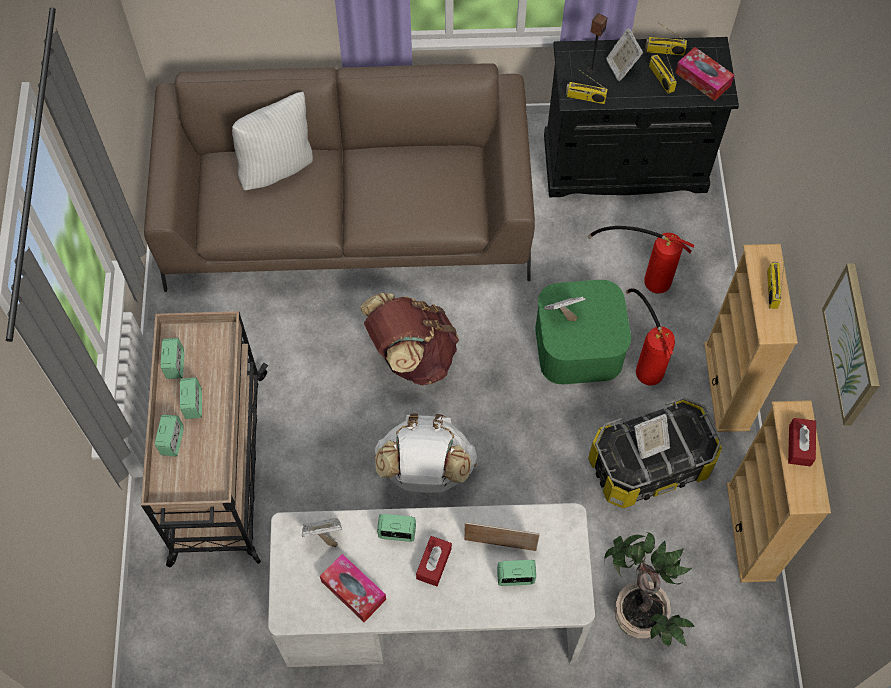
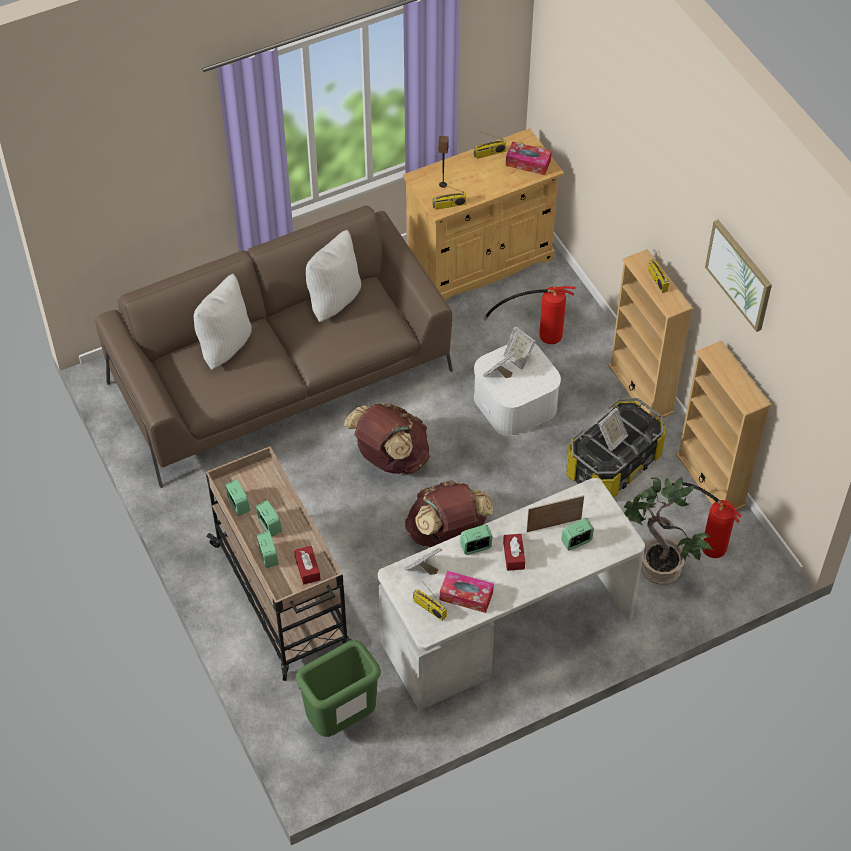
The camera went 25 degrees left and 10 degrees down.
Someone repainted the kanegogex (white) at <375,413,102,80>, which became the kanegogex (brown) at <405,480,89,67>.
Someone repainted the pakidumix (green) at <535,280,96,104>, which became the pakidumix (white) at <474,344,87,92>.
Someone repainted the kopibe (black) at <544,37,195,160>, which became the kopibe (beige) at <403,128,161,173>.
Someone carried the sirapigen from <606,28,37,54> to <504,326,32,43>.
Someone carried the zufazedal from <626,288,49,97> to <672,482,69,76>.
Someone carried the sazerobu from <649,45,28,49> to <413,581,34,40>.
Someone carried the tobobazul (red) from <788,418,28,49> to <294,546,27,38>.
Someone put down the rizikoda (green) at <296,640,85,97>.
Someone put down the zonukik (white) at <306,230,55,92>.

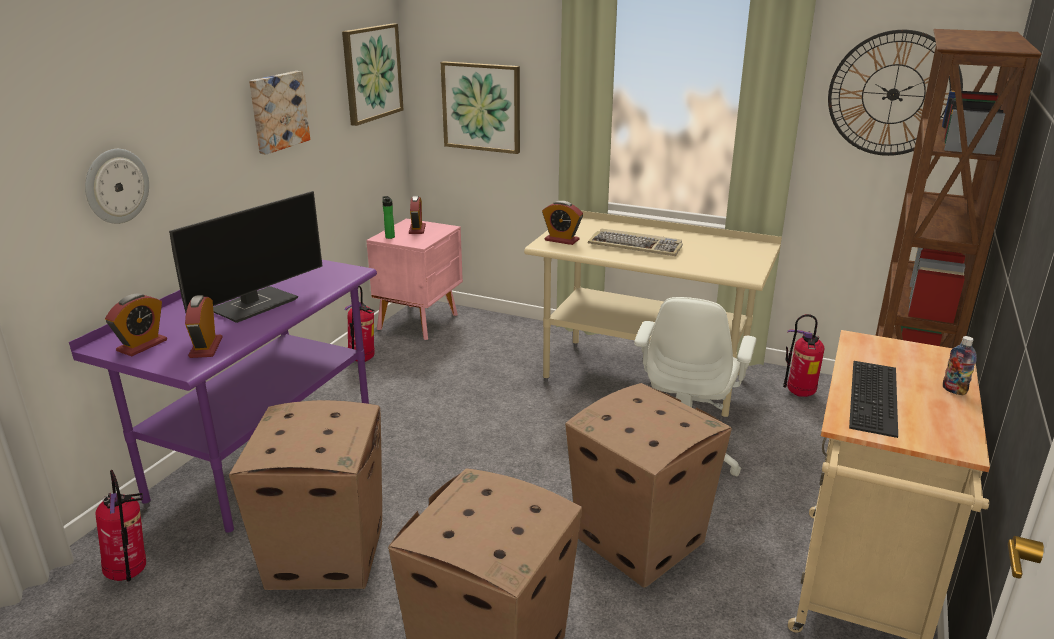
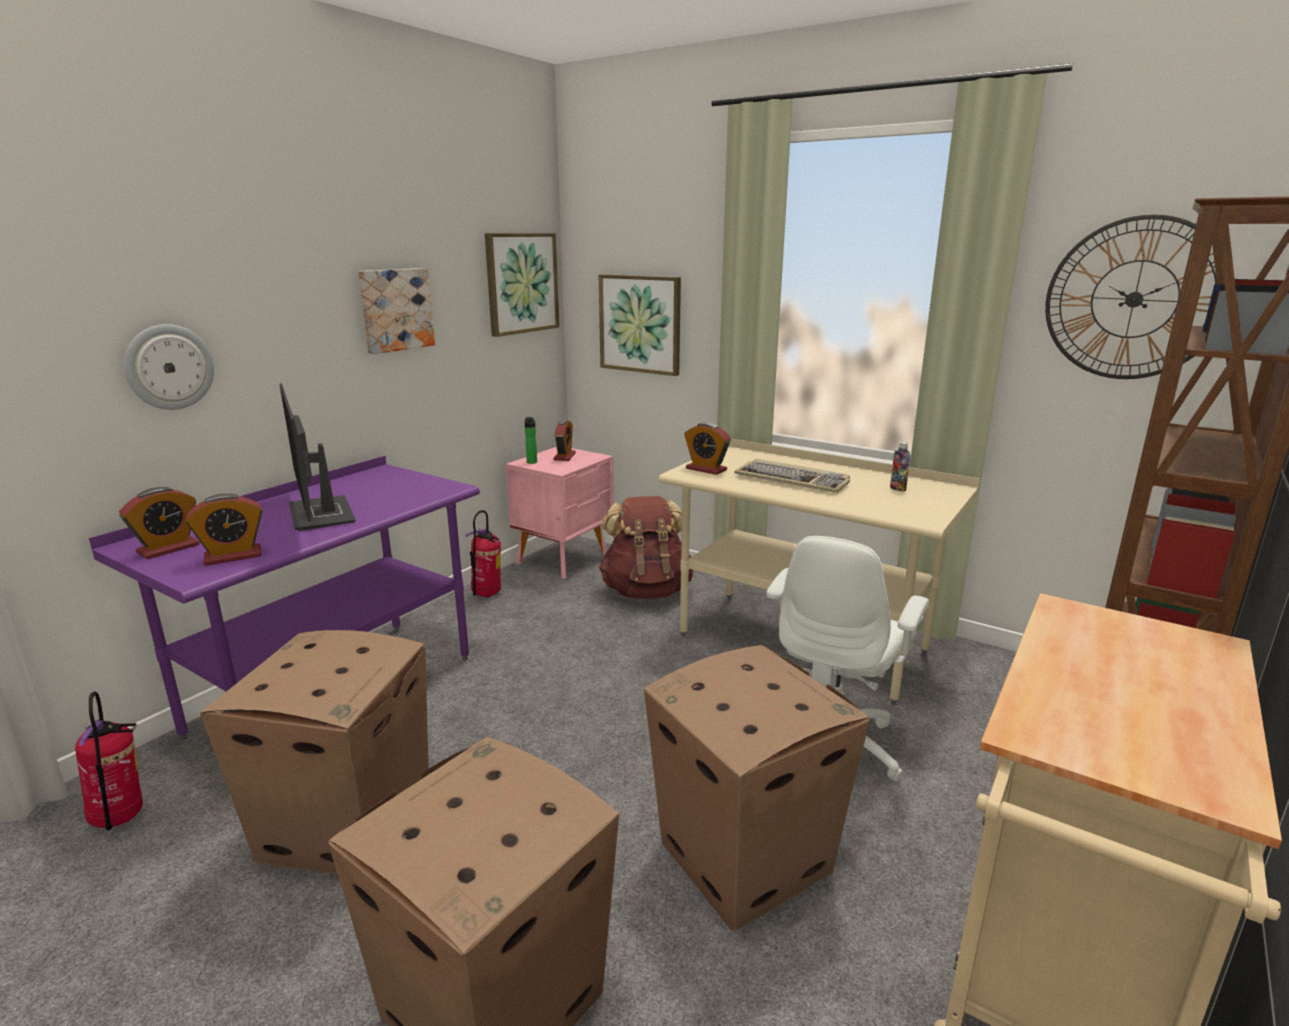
The camera went 10 degrees right and 5 degrees down.
Someone rotated the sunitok at <169,191,153,132> by 105 degrees clockwise.
Someone rotated the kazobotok at <185,295,38,63> by 120 degrees counterclockwise.
Someone took away the zufazedal at <783,314,41,83>.
Someone took away the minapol at <849,361,49,77>.
Someone carried the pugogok from <943,336,34,60> to <890,442,20,49>.
Someone put down the kanegogex (brown) at <599,496,94,103>.

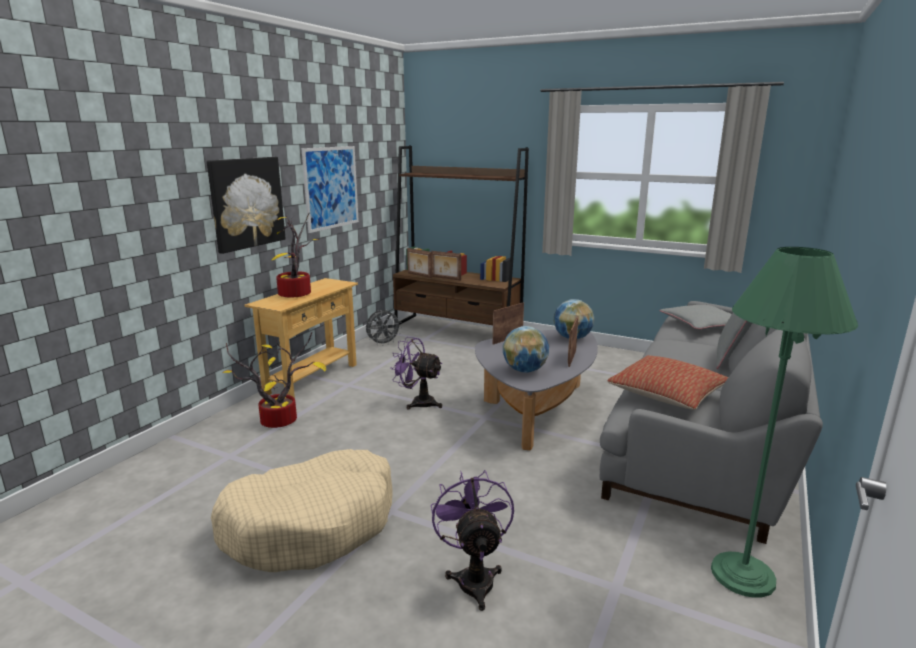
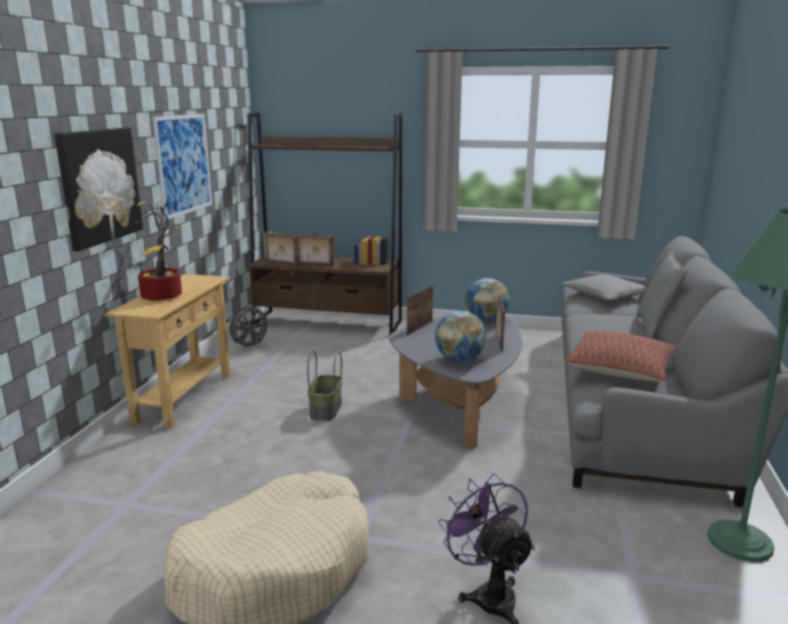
The camera went 15 degrees left and 0 degrees up.
Someone took away the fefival at <222,332,104,96>.
Someone swapped the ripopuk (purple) at <390,337,53,73> for the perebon at <307,350,35,71>.

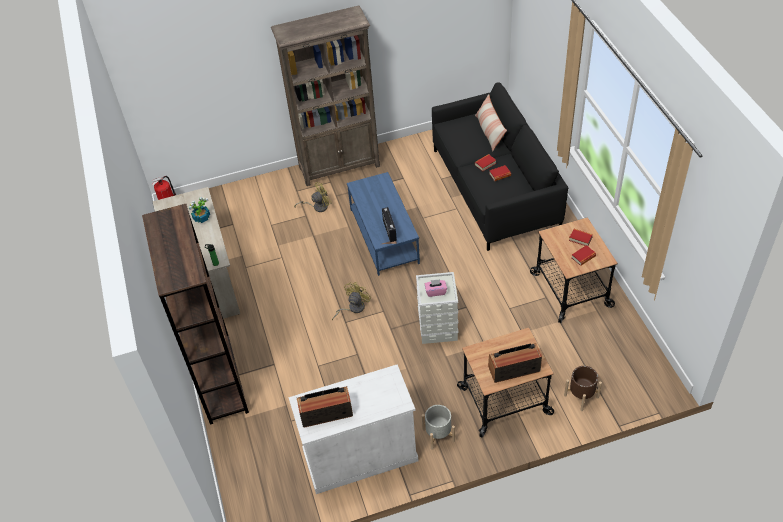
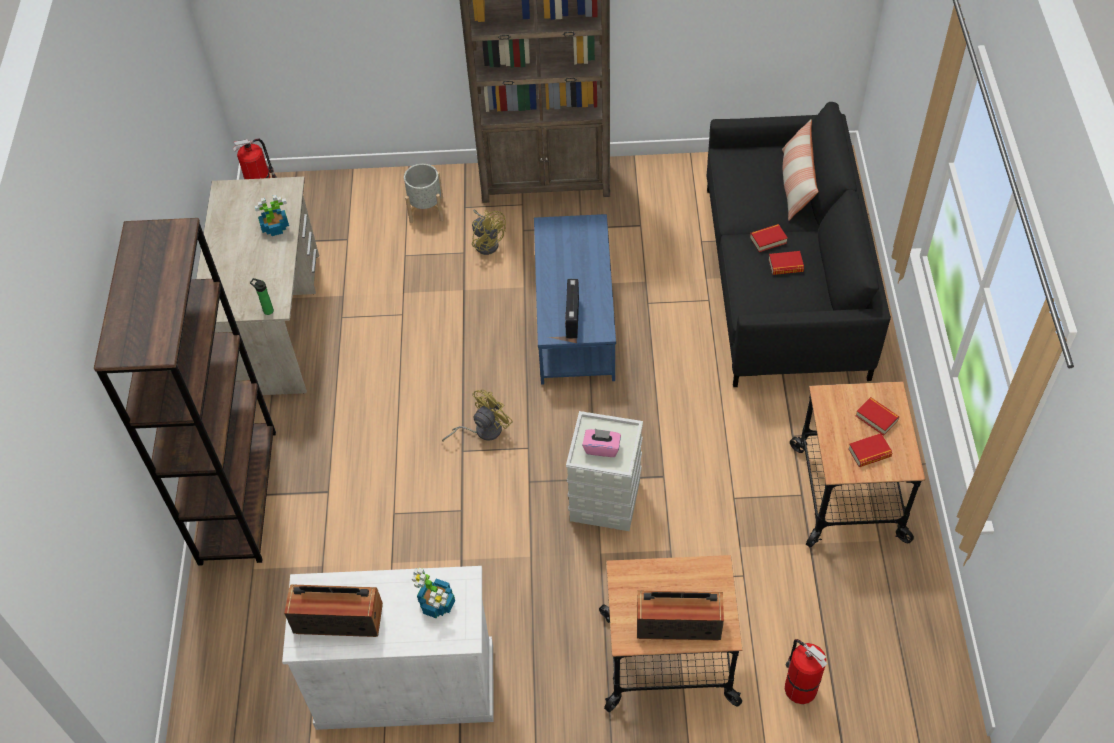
The camera went 15 degrees right and 5 degrees up.
Someone rotated the ripopuk (yellow) at <294,182,38,30> by 60 degrees clockwise.
Someone carried the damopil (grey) from <422,405,33,45> to <404,164,39,59>.
Someone swapped the damopil (brown) at <564,366,38,45> for the zufazedal at <785,639,42,65>.
Someone put down the fefival at <412,567,43,51>.

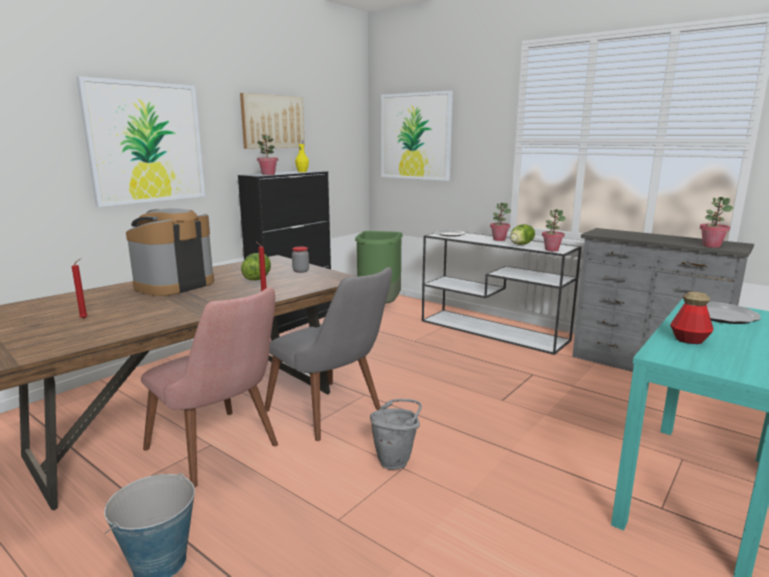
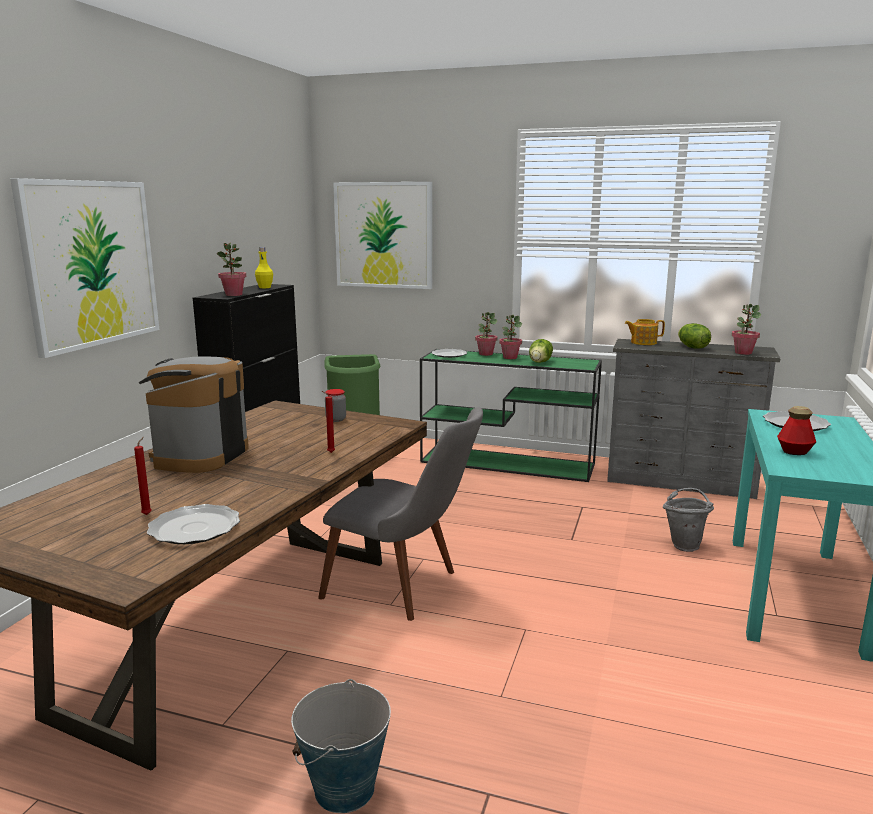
The camera went 20 degrees left and 0 degrees up.
Someone took away the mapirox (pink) at <141,287,137,201>.
Someone took away the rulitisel at <240,93,65,56>.
Someone carried the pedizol from <241,253,30,27> to <678,323,33,26>.
Someone carried the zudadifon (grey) from <370,399,52,71> to <663,488,51,64>.
Someone repainted the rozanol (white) at <422,232,159,123>, which became the rozanol (green) at <420,349,182,133>.
Someone carried the fefival from <542,209,24,42> to <475,312,23,44>.
Someone put down the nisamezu at <147,504,93,40>.
Someone put down the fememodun at <625,319,40,26>.

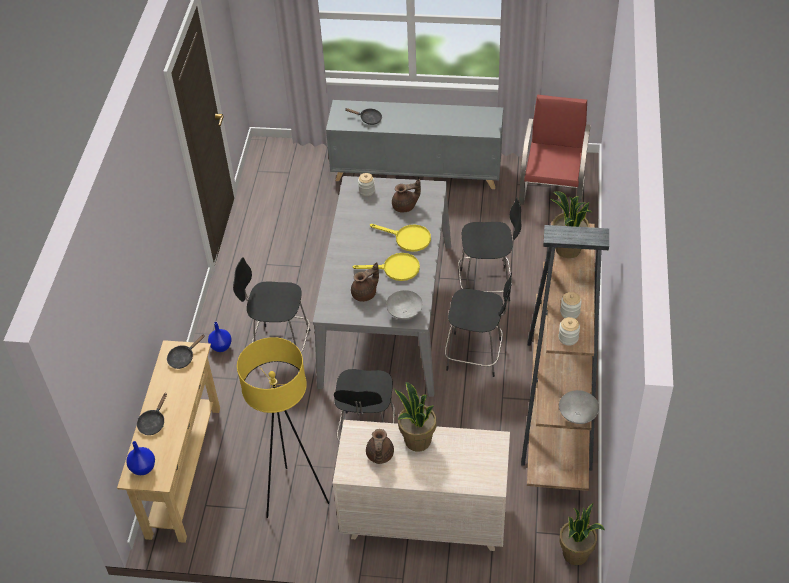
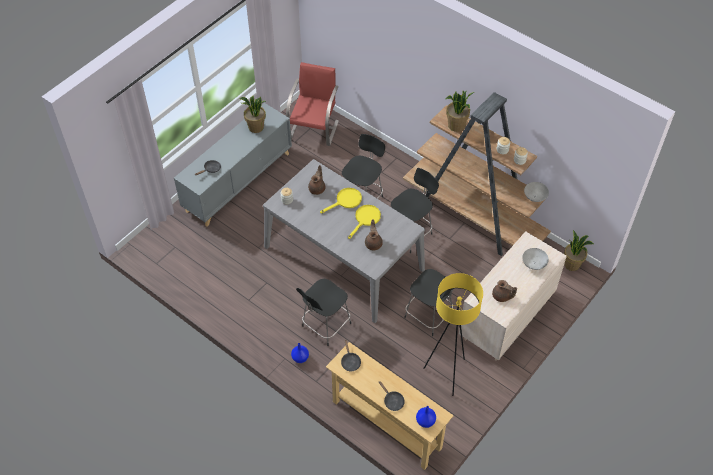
The camera went 60 degrees left and 5 degrees up.
Someone carried the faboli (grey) from <386,290,37,30> to <522,248,27,22>.
Someone carried the fefival from <394,382,42,70> to <239,96,27,37>.
Someone rotated the mapirox (red) at <519,94,72,117> by 60 degrees clockwise.

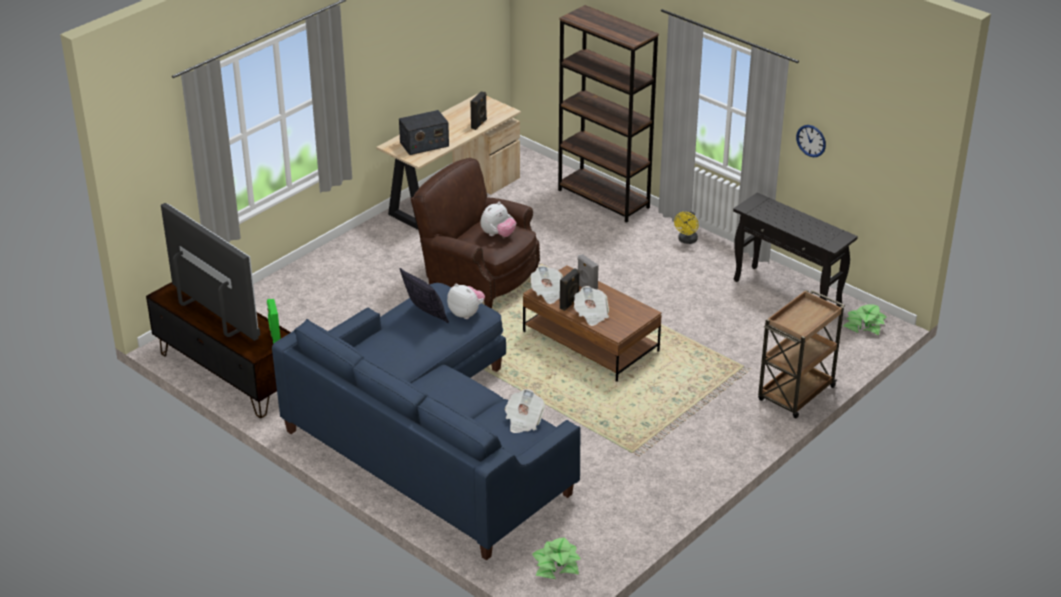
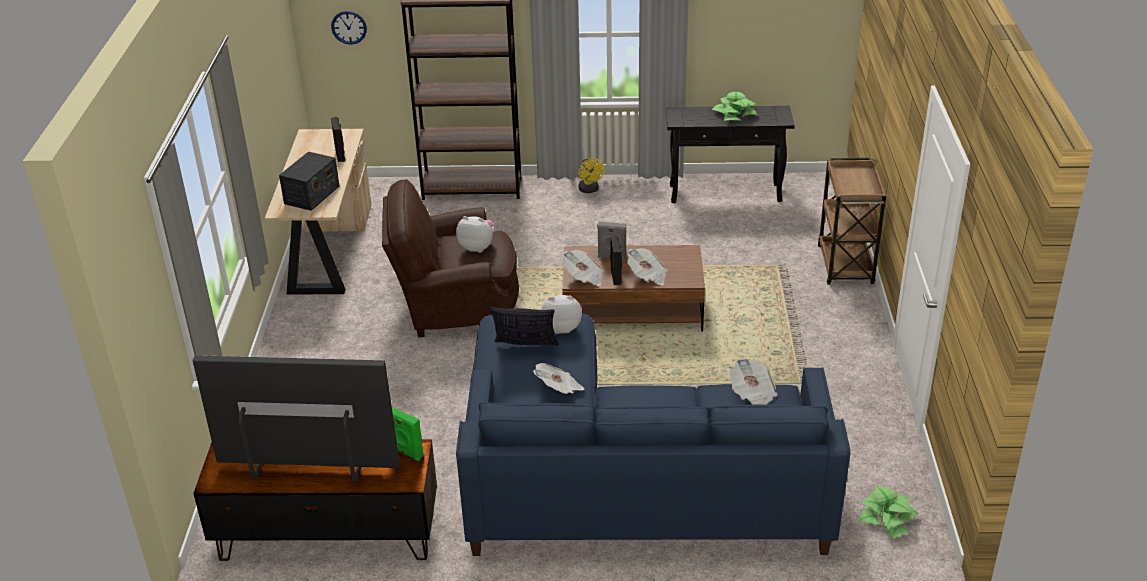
The camera went 40 degrees left and 0 degrees up.
Someone rotated the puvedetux at <480,202,36,35> by 75 degrees counterclockwise.
Someone carried the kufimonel from <796,125,30,32> to <331,11,36,33>.
Someone carried the fefival from <843,304,43,31> to <711,92,47,29>.
Someone put down the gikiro at <533,363,51,31>.

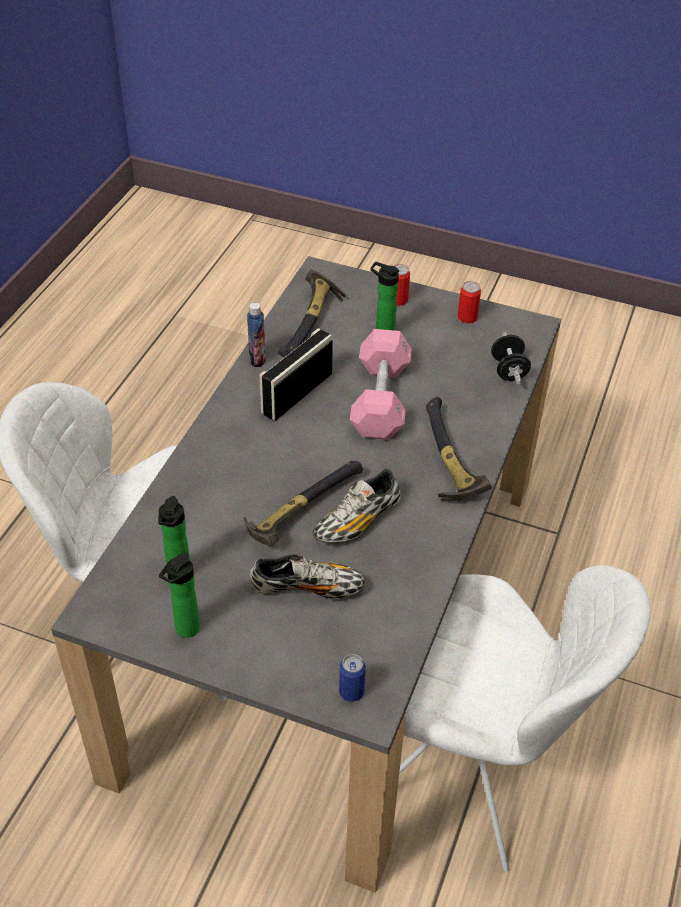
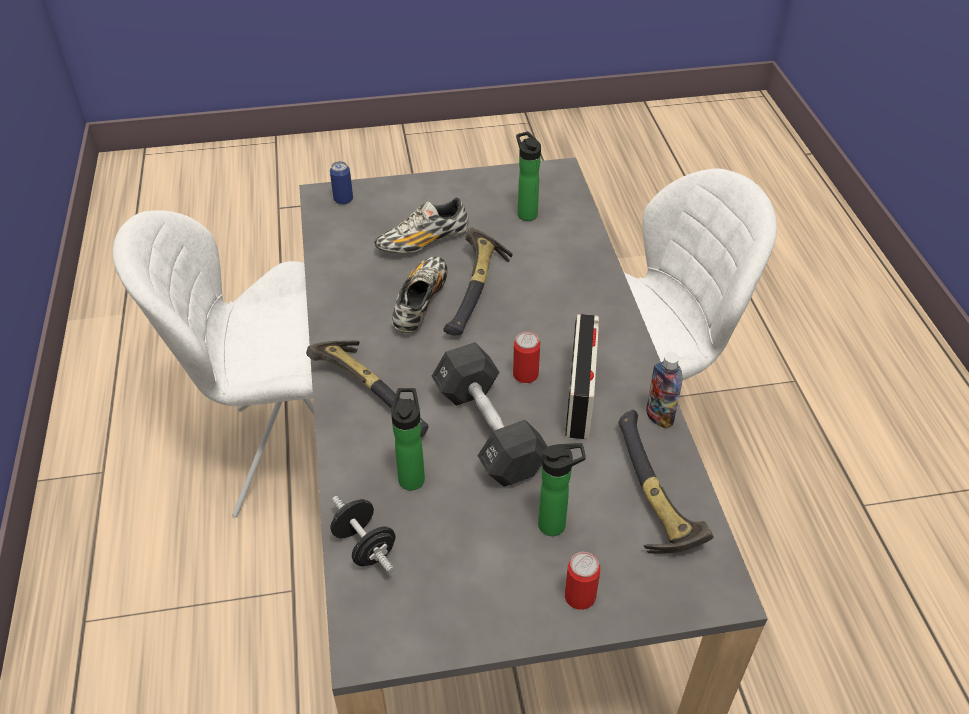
The camera went 150 degrees right and 0 degrees up.
Someone carried the pugogok from <159,553,41,85> to <391,388,34,102>.
Someone repainted the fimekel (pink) at <350,329,62,111>, which became the fimekel (black) at <432,342,116,145>.
Someone carried the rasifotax from <457,281,24,42> to <513,332,27,51>.

